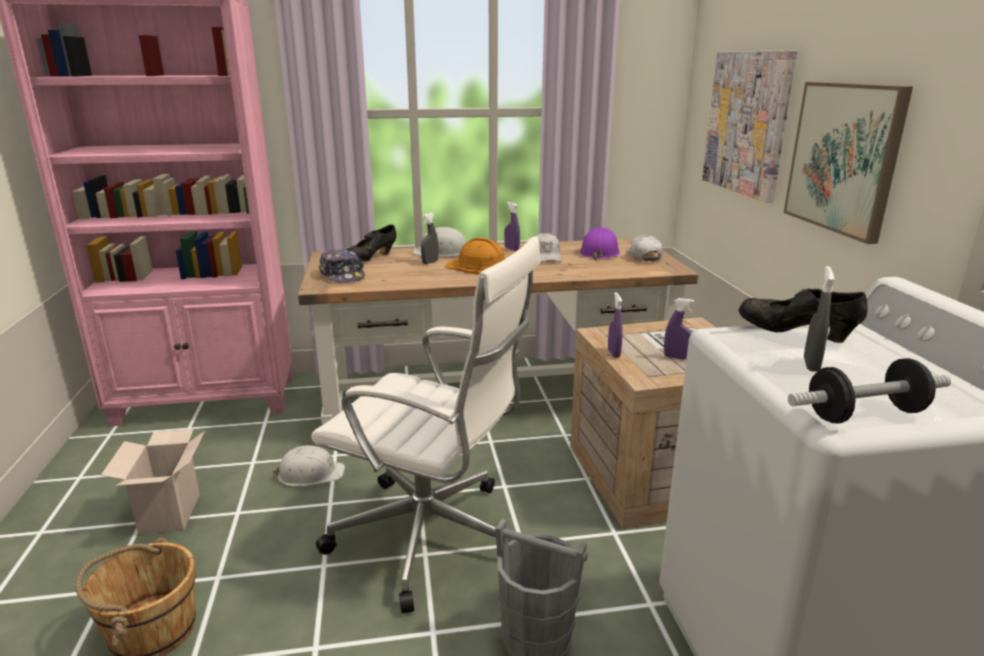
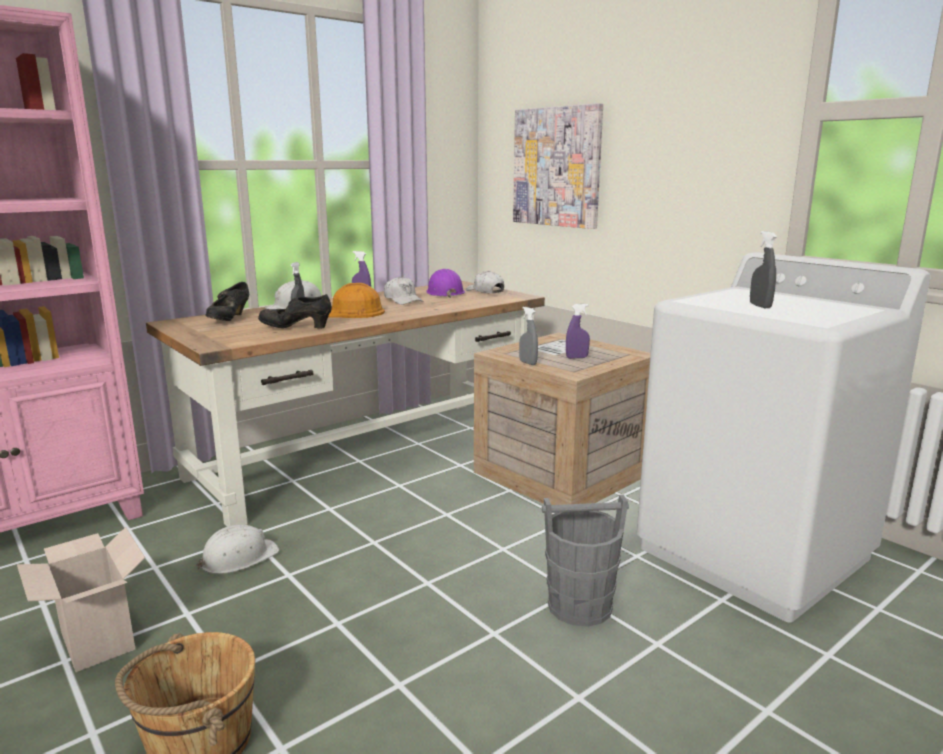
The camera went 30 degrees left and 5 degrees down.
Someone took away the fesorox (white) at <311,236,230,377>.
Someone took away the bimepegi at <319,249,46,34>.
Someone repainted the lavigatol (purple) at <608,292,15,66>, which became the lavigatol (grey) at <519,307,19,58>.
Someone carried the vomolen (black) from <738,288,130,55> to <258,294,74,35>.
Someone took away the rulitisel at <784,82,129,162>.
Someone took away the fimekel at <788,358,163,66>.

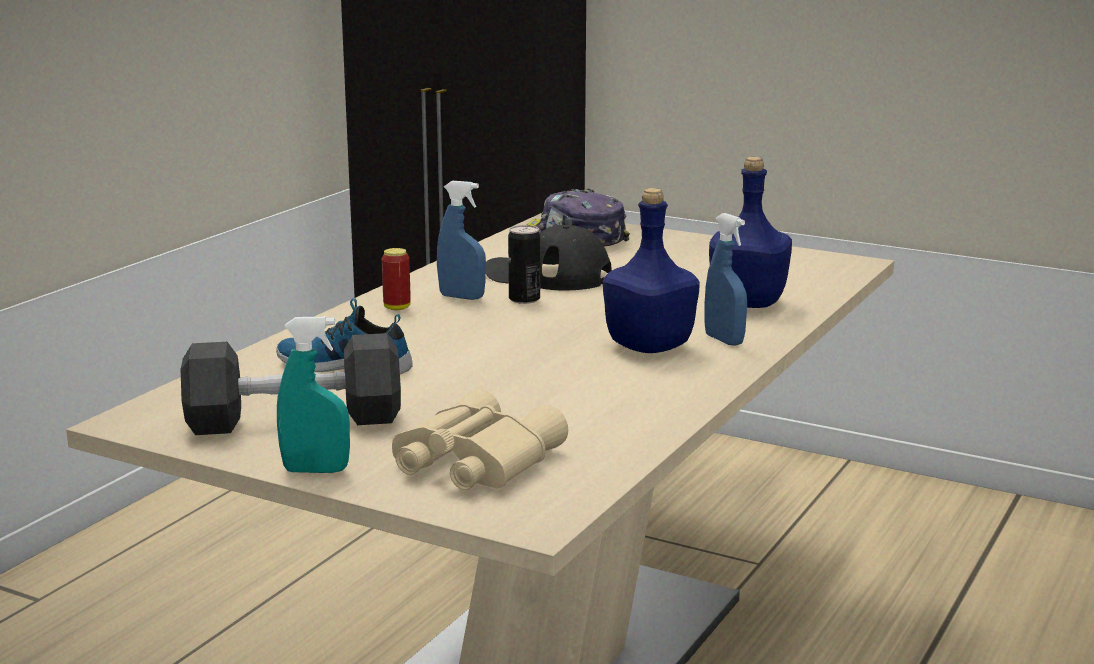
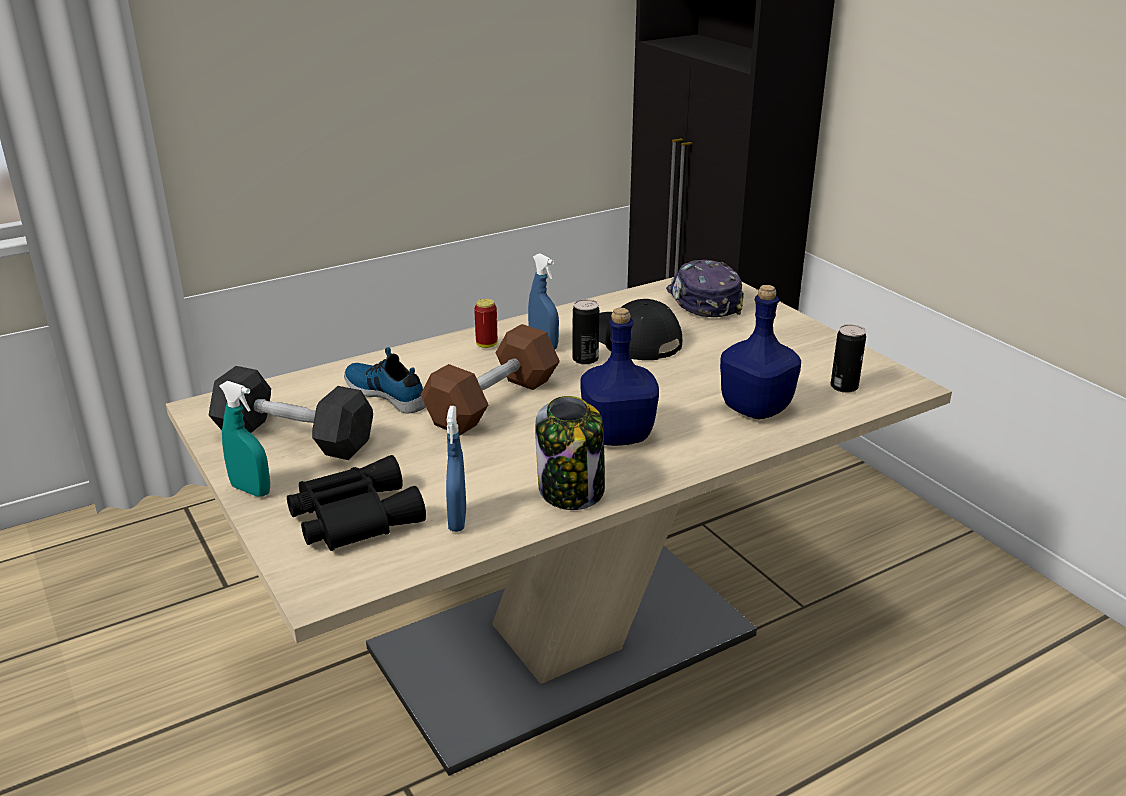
The camera went 30 degrees right and 10 degrees up.
Someone repainted the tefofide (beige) at <392,389,176,101>, which became the tefofide (black) at <287,455,139,96>.
Someone carried the lavigatol (blue) from <705,213,42,133> to <446,406,20,126>.
Someone put down the fimekel (brown) at <421,324,139,111>.
Someone put down the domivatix at <535,396,70,114>.
Someone put down the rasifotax at <830,324,36,69>.

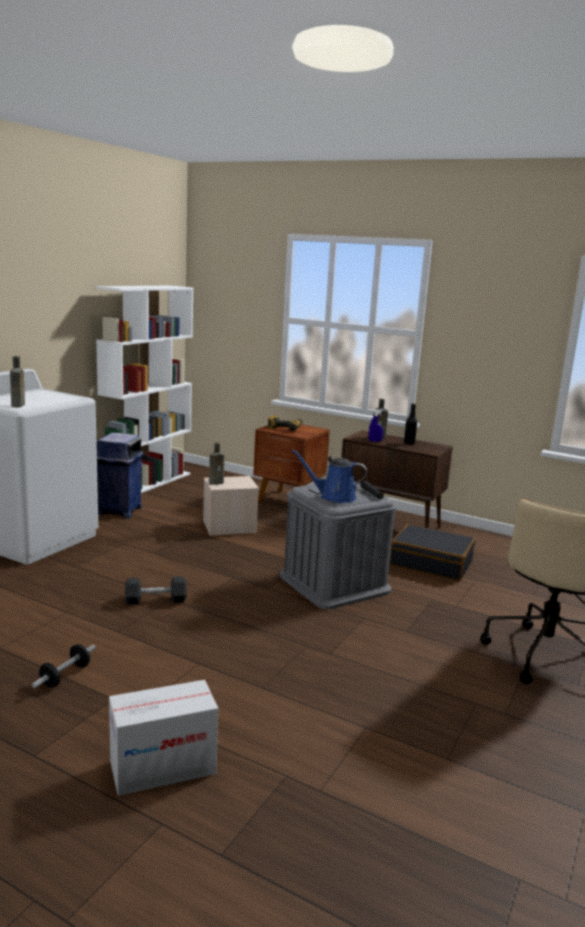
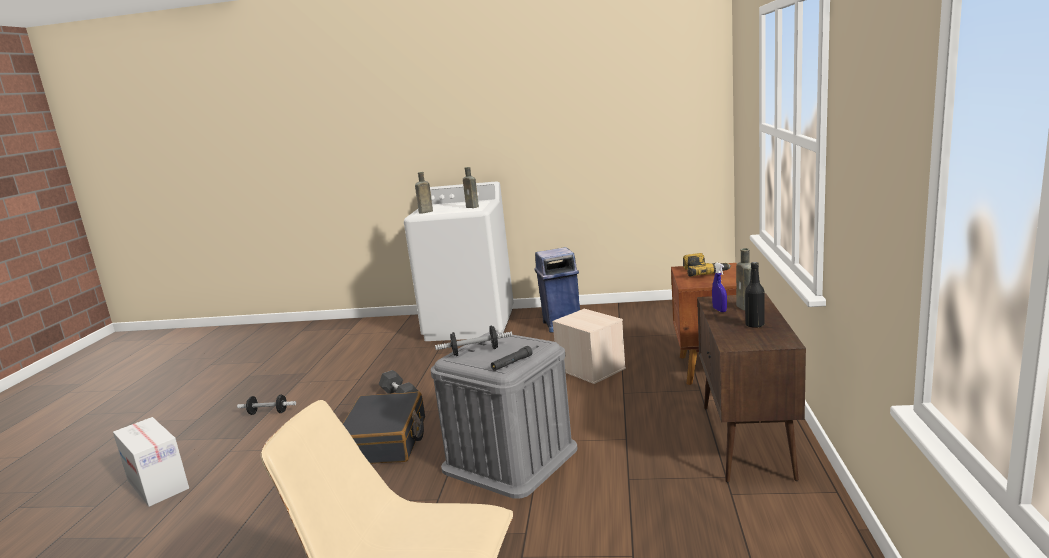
The camera went 70 degrees right and 0 degrees up.
Someone took away the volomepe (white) at <95,286,98,207>.
Someone carried the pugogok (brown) from <209,442,15,43> to <463,167,16,41>.
Someone swapped the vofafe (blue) at <292,449,75,54> for the fimekel at <435,326,77,30>.
Someone carried the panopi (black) from <389,524,86,56> to <342,392,83,72>.

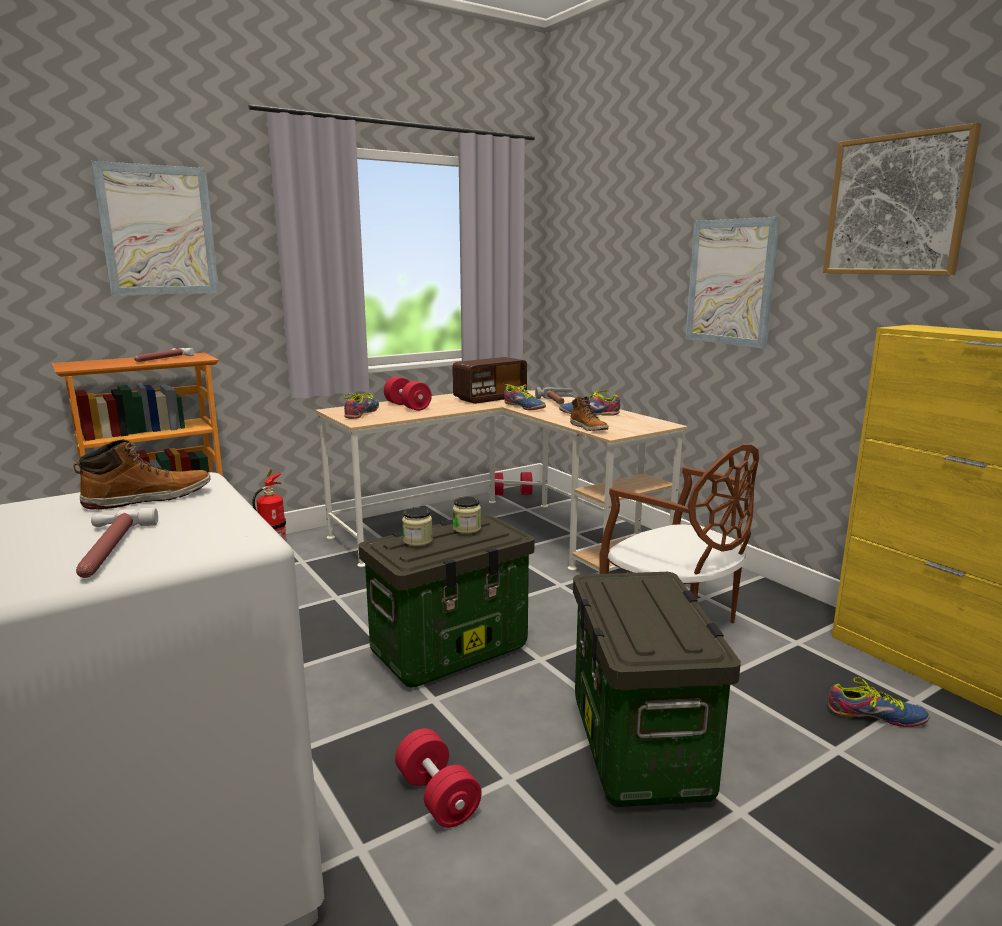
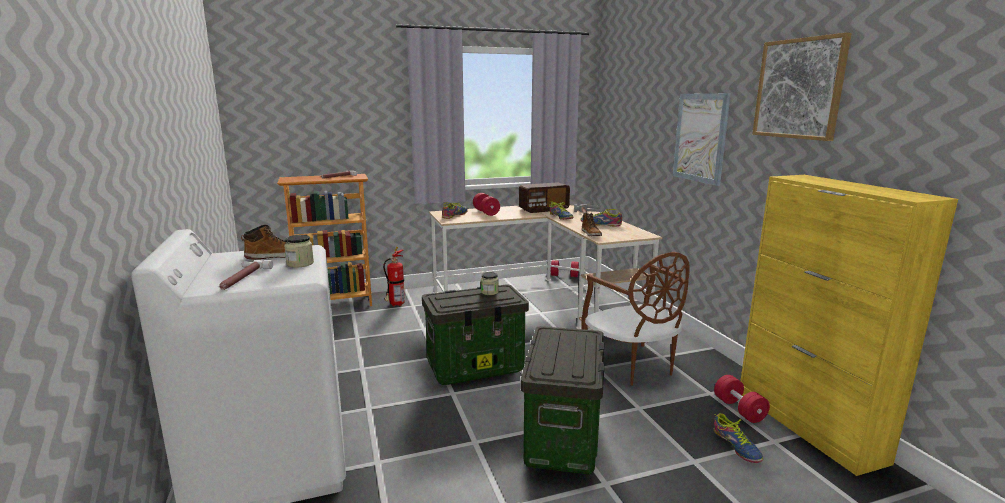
The camera went 15 degrees right and 0 degrees up.
Someone took away the rulitisel at <91,161,128,135>.
Someone carried the fimekel (red) from <395,728,87,100> to <714,375,56,48>.
Someone carried the domivatix from <402,507,31,39> to <284,235,30,33>.
Someone rotated the vomolen at <828,677,101,50> by 45 degrees clockwise.

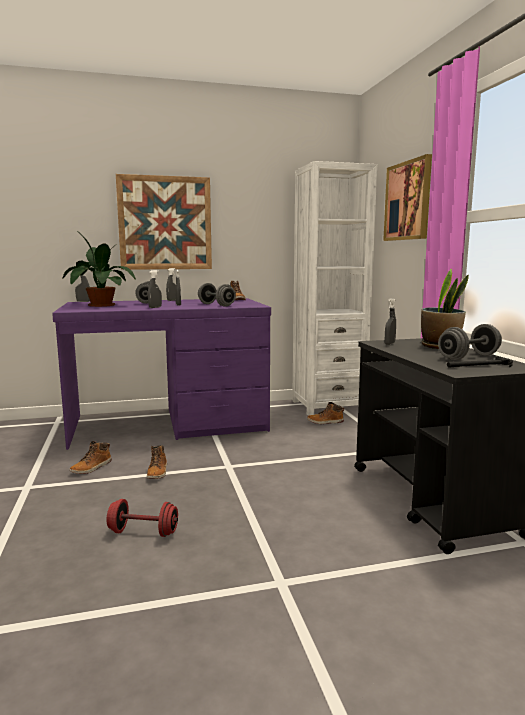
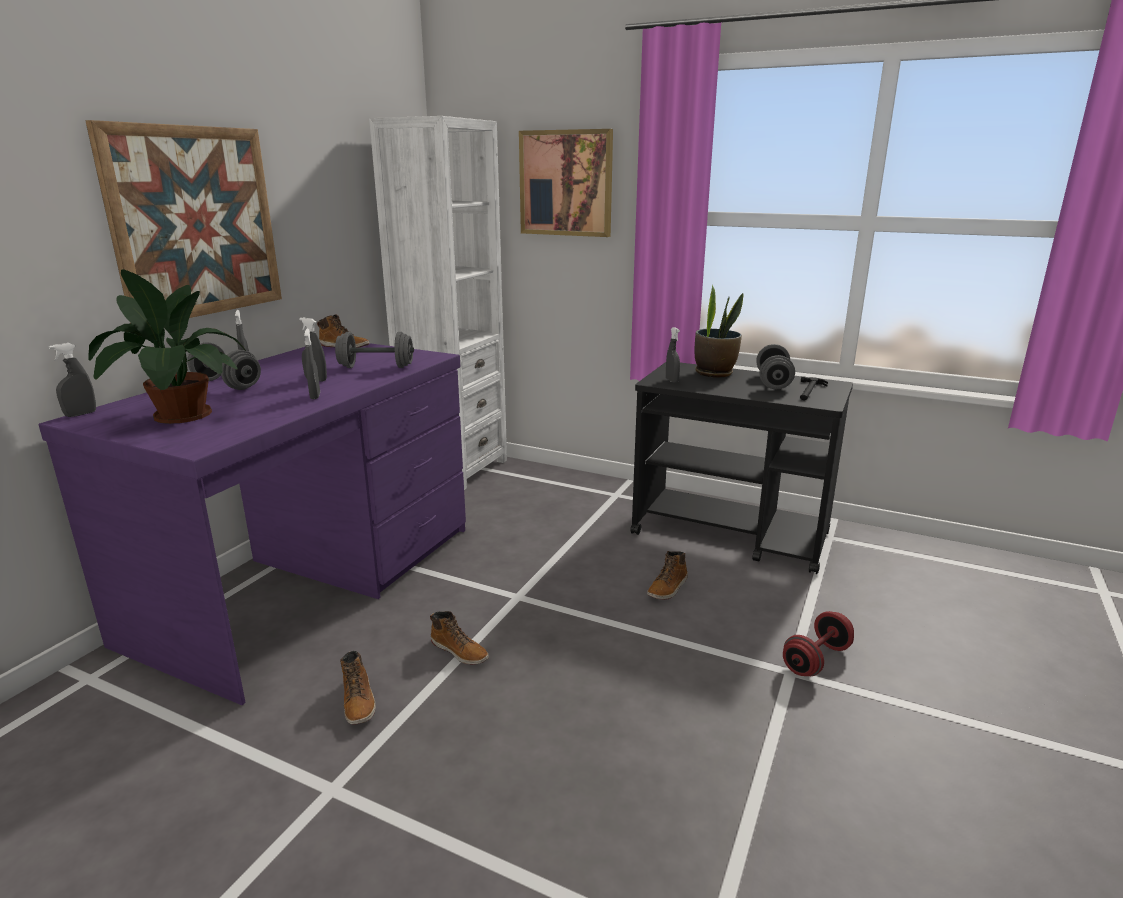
The camera went 50 degrees left and 10 degrees up.
Someone carried the fimekel (red) from <106,499,72,38> to <783,611,71,65>.
Someone carried the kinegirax from <307,402,37,22> to <647,551,41,49>.

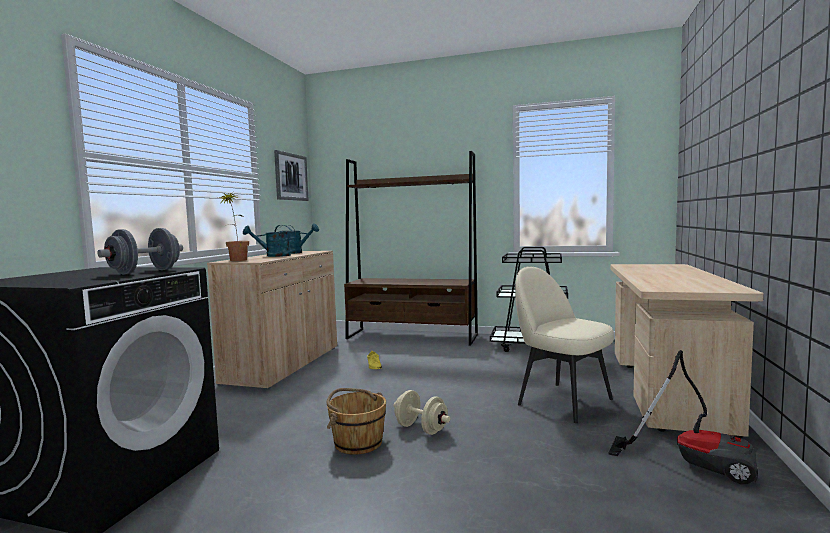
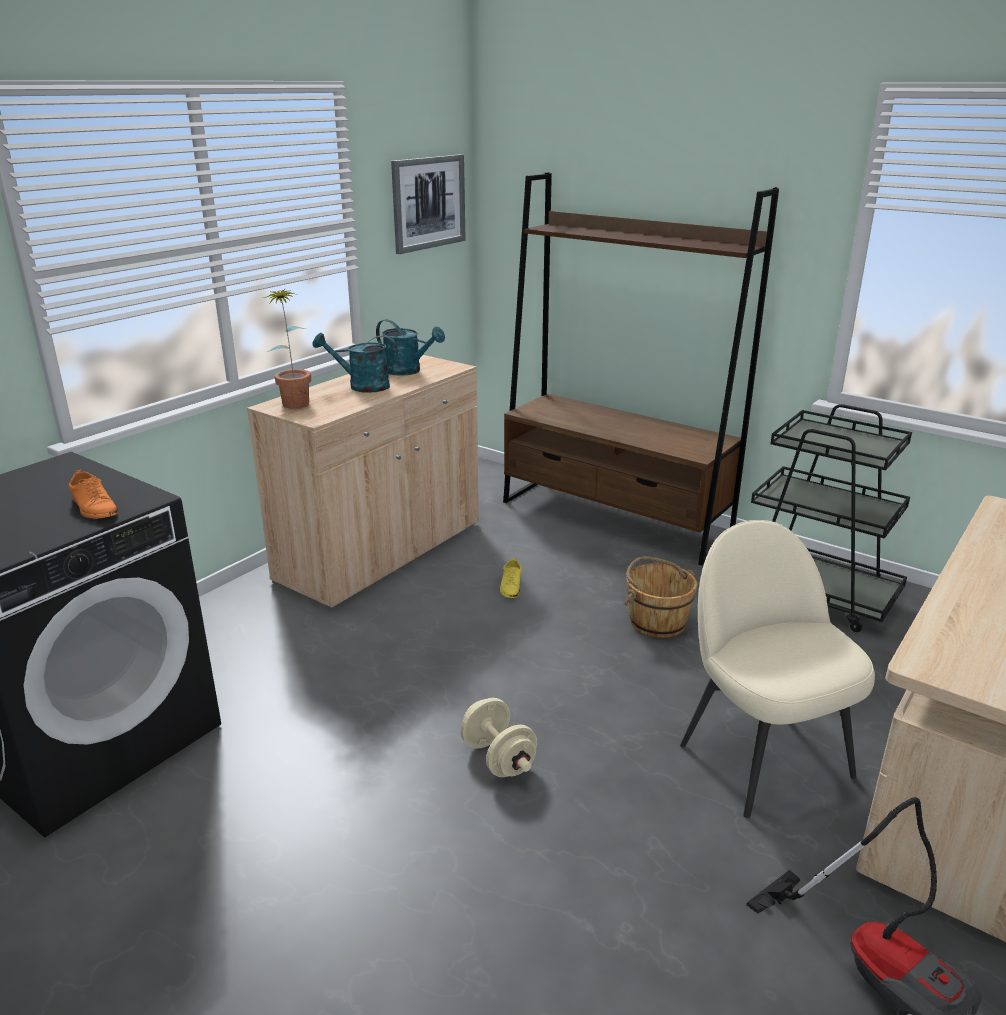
The camera went 20 degrees right and 20 degrees up.
Someone swapped the fimekel (grey) at <97,228,86,46> for the vomolen (orange) at <69,469,49,50>.
Someone carried the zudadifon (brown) from <326,388,60,67> to <624,556,73,82>.

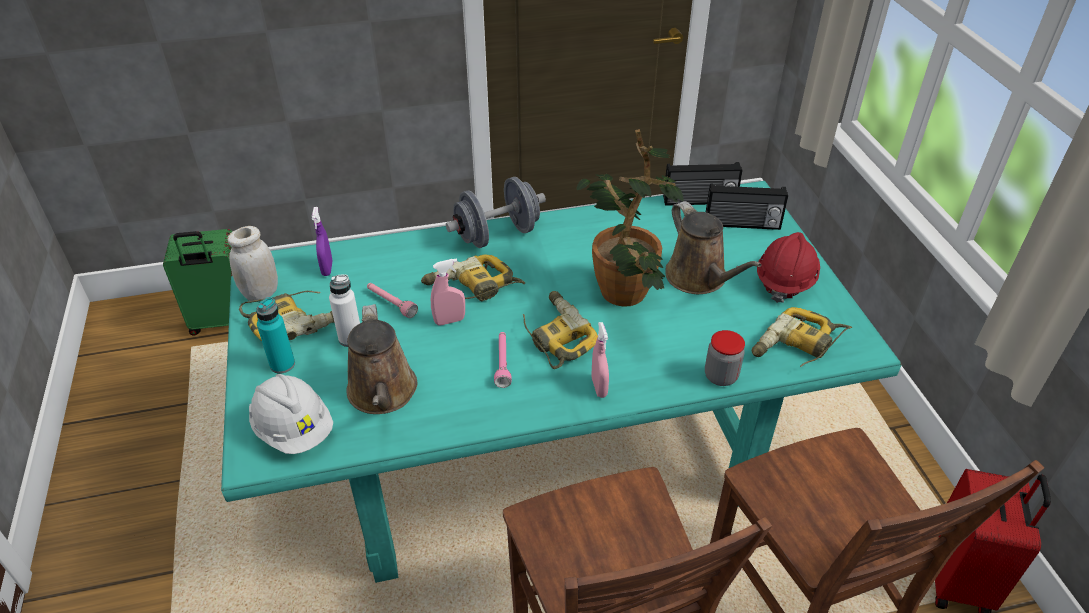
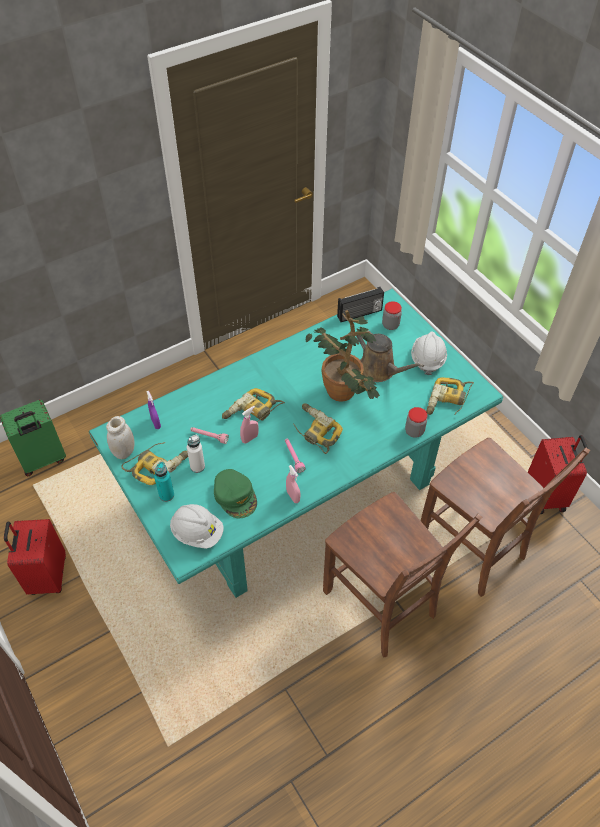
The camera went 20 degrees left and 10 degrees up.
Someone swapped the vofafe (brown) at <346,304,71,110> for the bimepegi (green) at <214,469,43,49>.
Someone took away the fimekel (grey) at <446,177,100,71>.
Someone carried the lavigatol (pink) from <592,322,17,76> to <286,465,14,38>.
Someone swapped the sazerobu at <706,183,82,47> for the domivatix at <382,301,20,29>.
Someone repainted the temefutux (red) at <757,232,63,71>, which became the temefutux (white) at <411,332,36,43>.
Someone put down the panopi (red) at <4,519,62,76>.

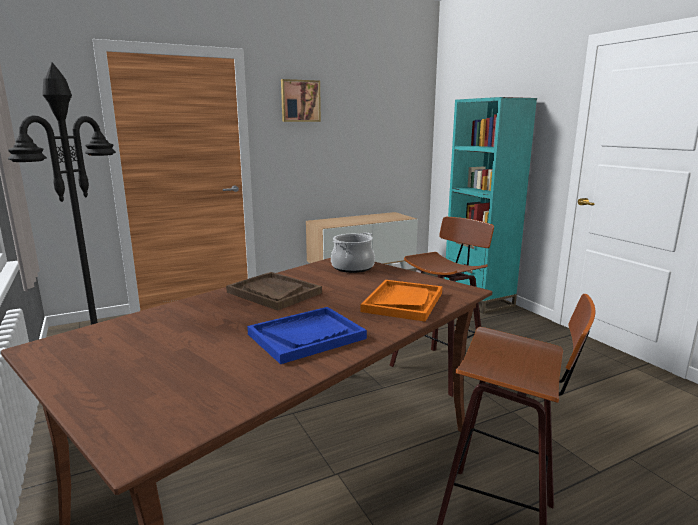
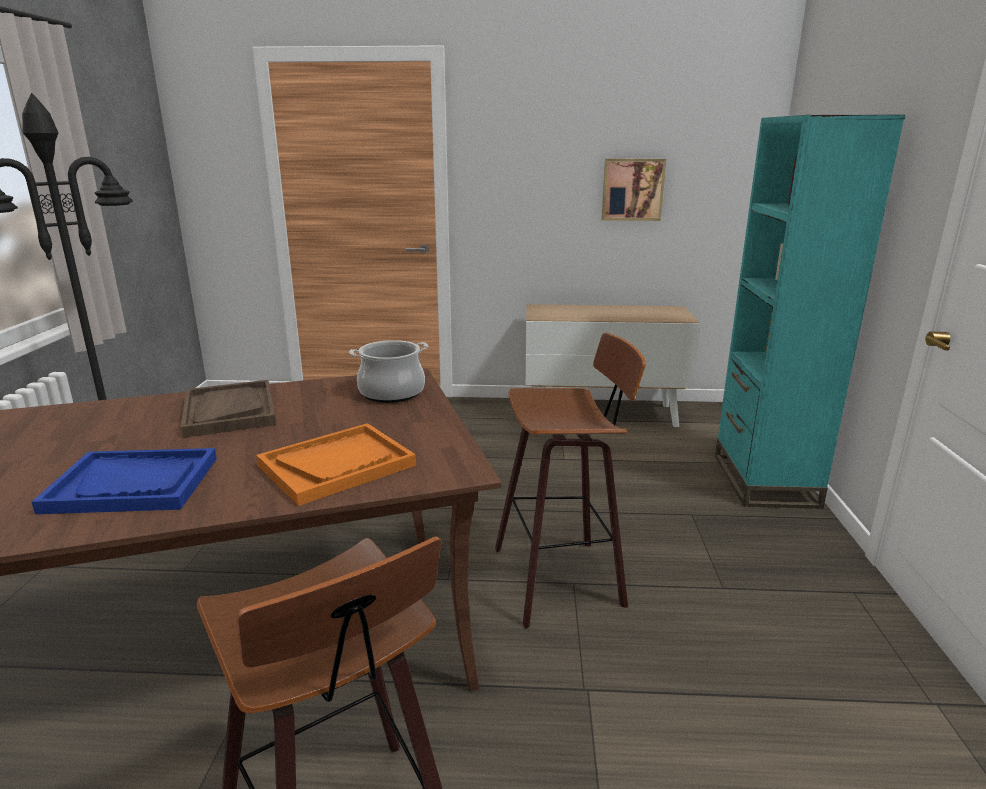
The camera went 30 degrees right and 5 degrees up.
Someone carried the rulitisel from <281,79,40,43> to <602,159,64,62>.

